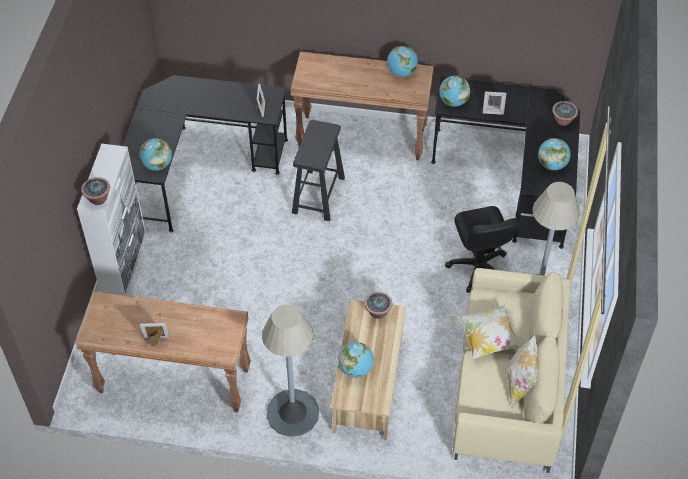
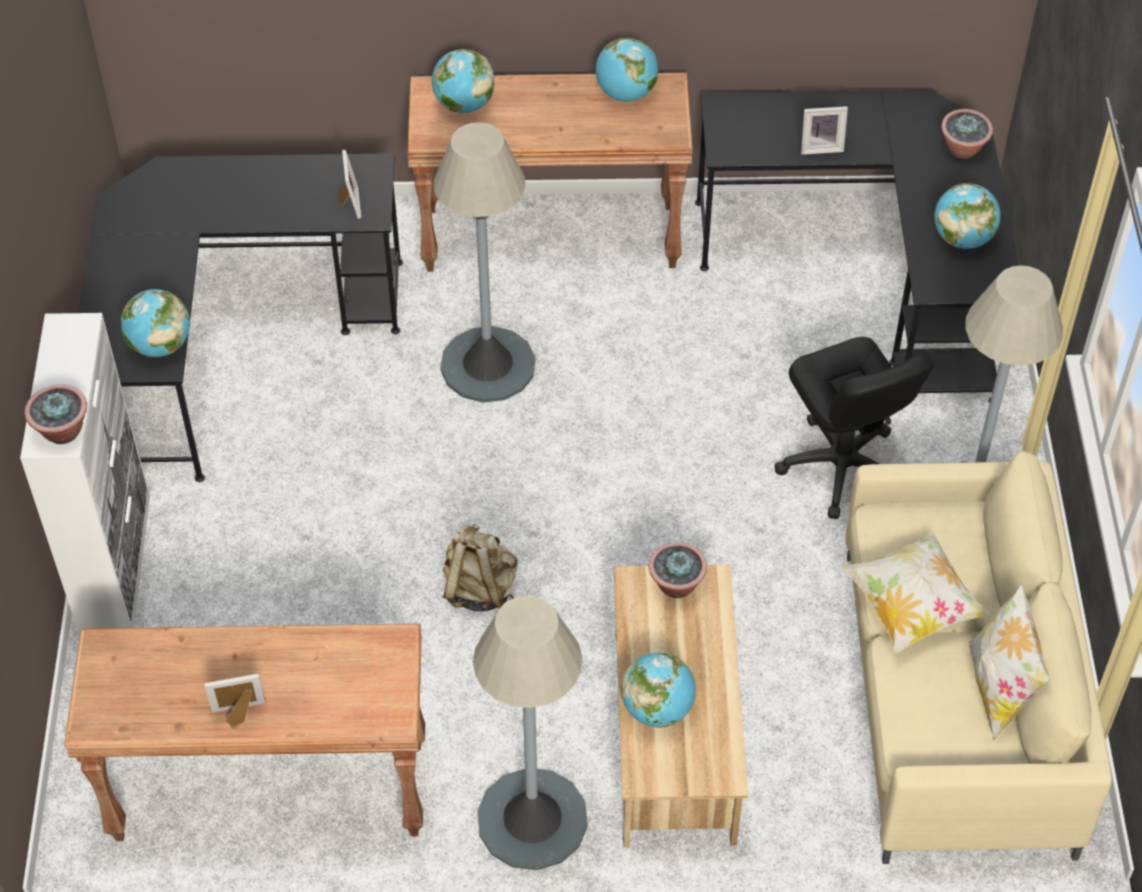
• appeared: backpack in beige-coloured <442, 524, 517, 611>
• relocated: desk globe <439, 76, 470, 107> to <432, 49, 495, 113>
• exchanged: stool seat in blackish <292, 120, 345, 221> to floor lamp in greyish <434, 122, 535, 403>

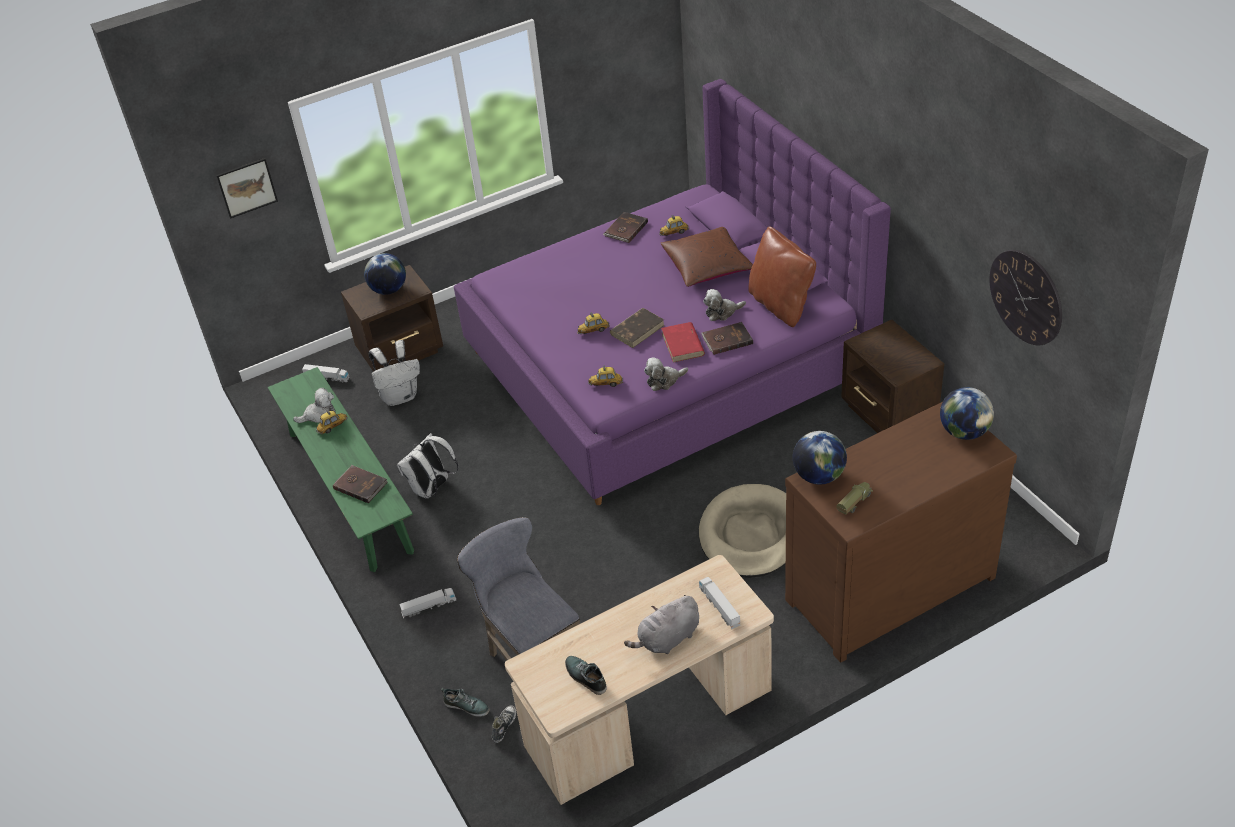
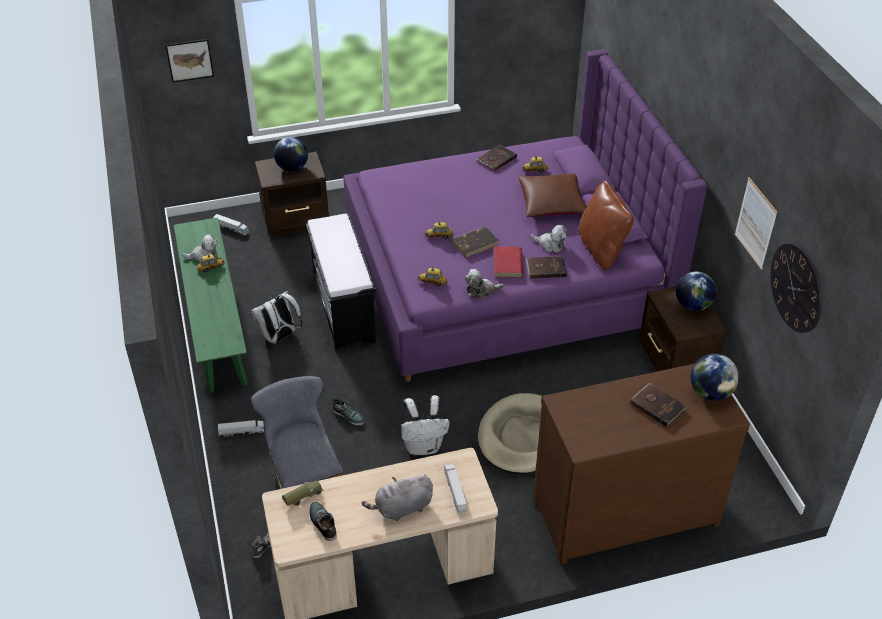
• appeared: bench in blackish <306, 213, 376, 351>
• appeared: wall art <735, 177, 778, 270>
• relocated: book in brownish <333, 465, 388, 503> to <630, 382, 686, 427>
• relocated: backpack in white-coloured <368, 340, 420, 406> to <401, 395, 450, 455>
• relocated: item of footwear <441, 688, 490, 717> to <332, 397, 365, 426>
• relocated: desk globe <793, 431, 847, 485> to <676, 271, 717, 311>
• relocated: toy lorry <836, 482, 873, 515> to <282, 481, 323, 506>
• spun: soft toy <703, 289, 746, 321> = <531, 225, 567, 252> 150 degrees counterclockwise

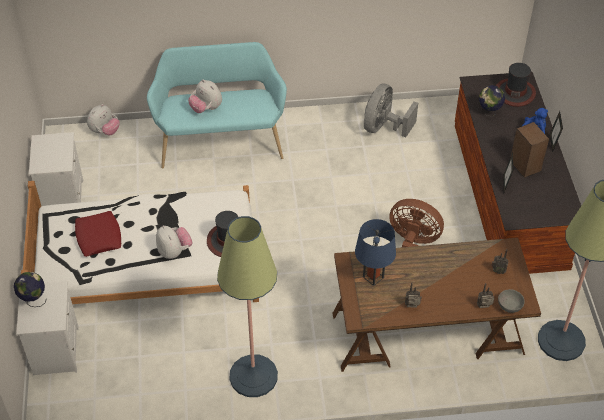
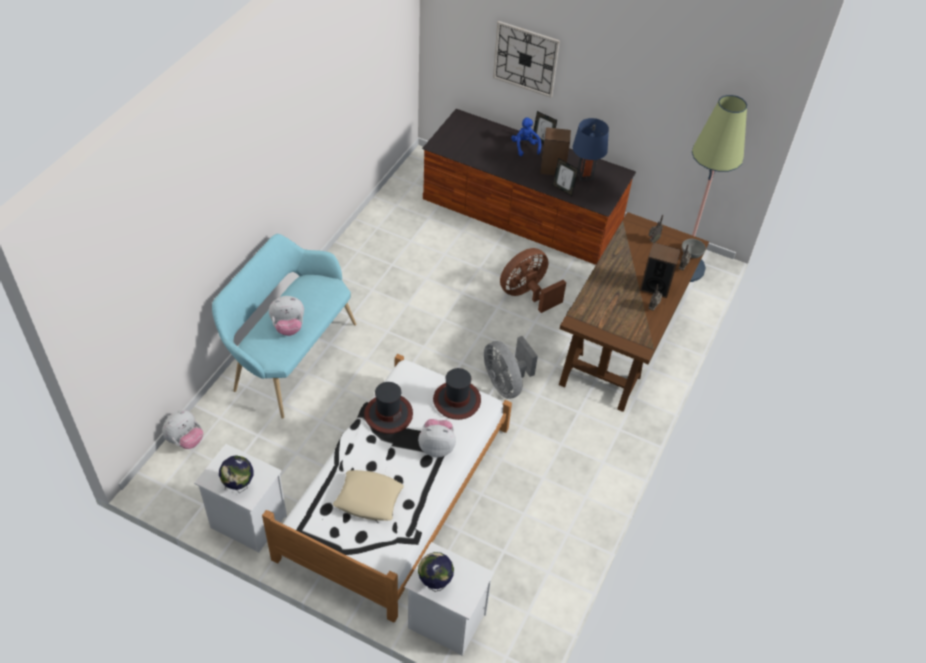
• missing: floor lamp <217, 216, 278, 397>
• appeared: wall clock <493, 21, 560, 98>
• appeared: speaker <640, 242, 681, 298>
• relocated: lamp for a table in bluish <355, 219, 396, 286> to <572, 118, 609, 181>
• relocated: fan in greyish <364, 83, 418, 137> to <484, 336, 538, 399>
• relocated: desk globe <479, 85, 505, 117> to <219, 455, 253, 493>
• relocated: hat <496, 63, 536, 107> to <364, 382, 413, 434>
• colour: cushion in red-coloured <75, 211, 121, 257> to cushion in beige-coloured <333, 470, 404, 521>
• spun: soft toy <87, 104, 120, 135> = <162, 410, 203, 449> 60 degrees clockwise

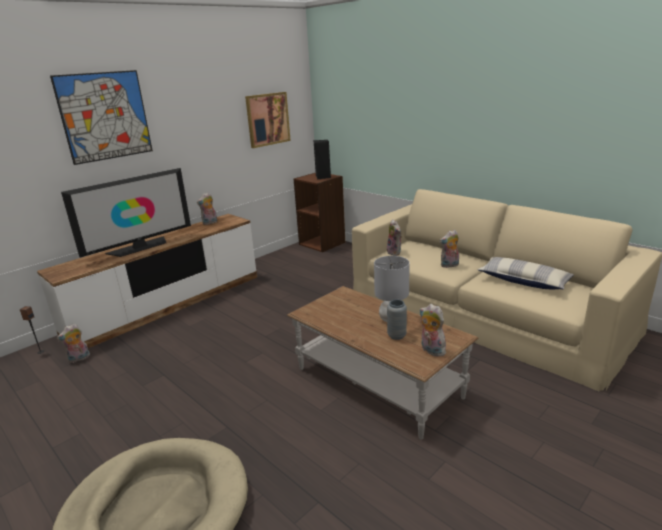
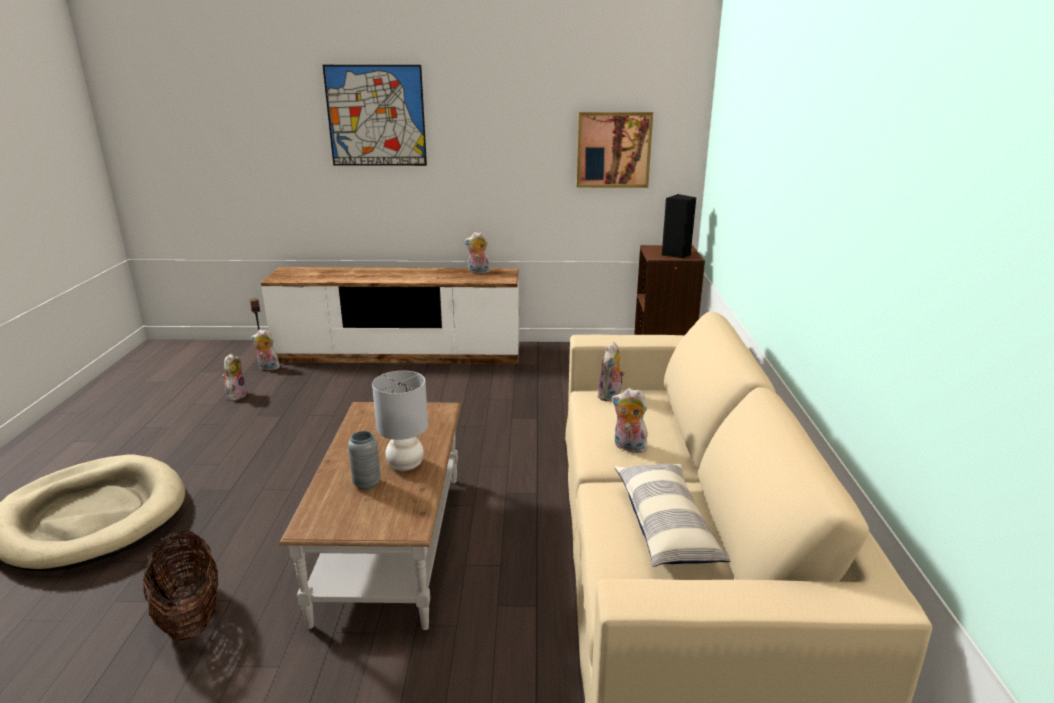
• missing: television <61, 168, 191, 258>
• appeared: household basket <143, 530, 218, 641>
• relocated: soft toy <419, 304, 446, 357> to <222, 353, 247, 401>

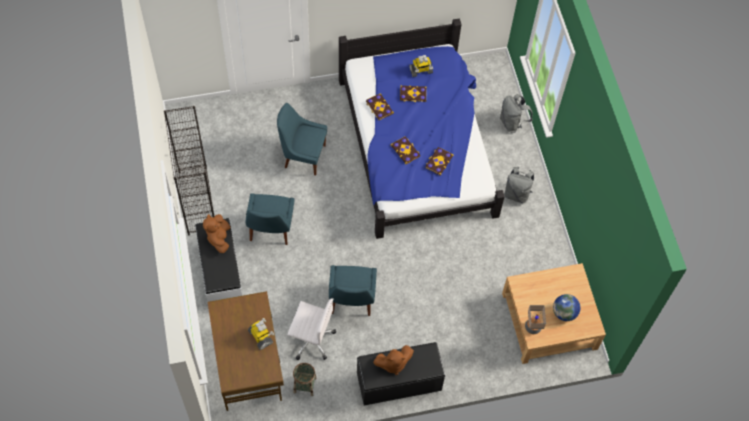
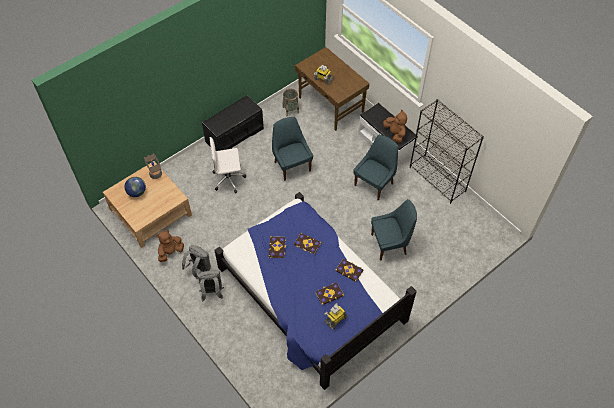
• relocated: computer chair in white-coloured <287, 298, 336, 360> to <209, 137, 246, 193>
• relocated: soft toy in brownish <373, 345, 414, 375> to <156, 230, 184, 262>
• relocated: backpack in greyish <500, 94, 533, 133> to <182, 245, 211, 279>
• spun: chair in bluish <246, 193, 295, 245> = <353, 135, 398, 201> 60 degrees clockwise

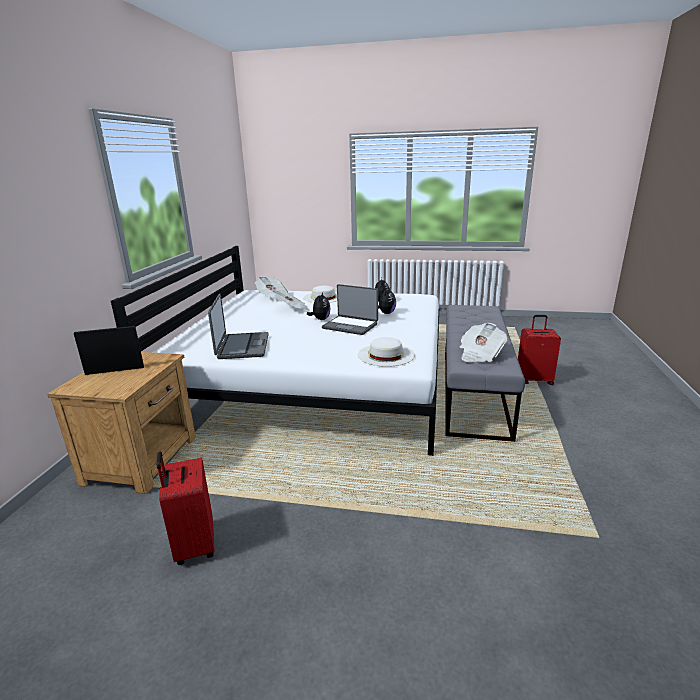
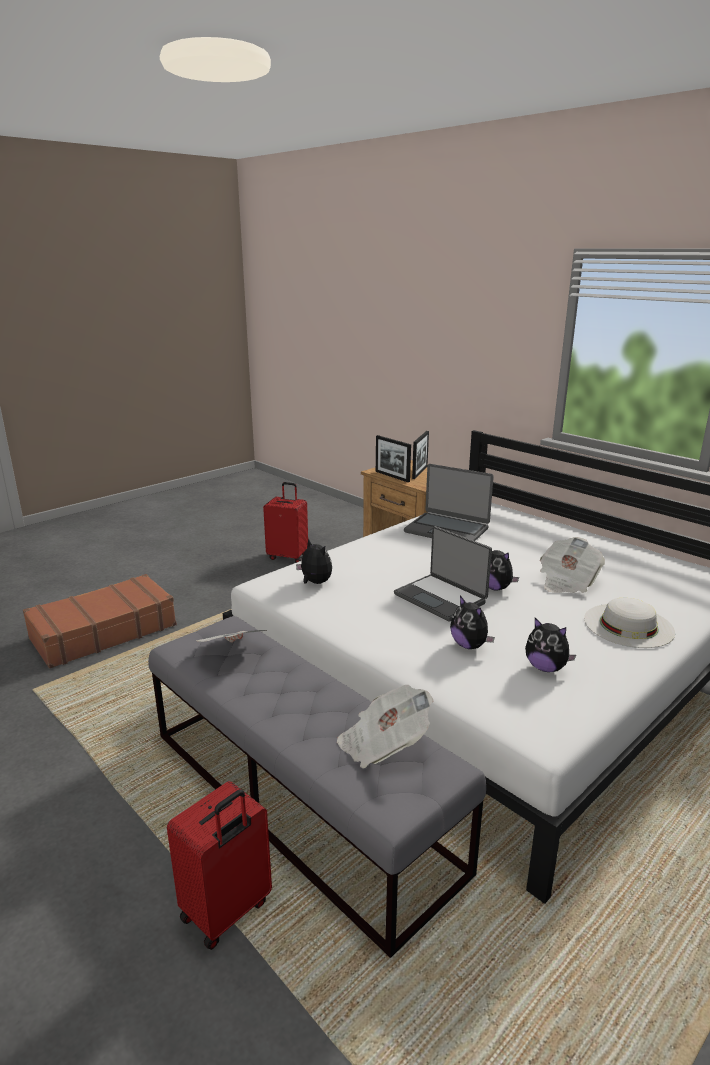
• appeared: piece of luggage in brownish <23, 574, 177, 669>
• appeared: photo frame <376, 435, 411, 482>
• relocated: newspaper <255, 276, 289, 302> to <337, 685, 433, 768>
• exchanged: hat in white-coloured <358, 337, 415, 367> to soft toy <296, 539, 332, 584>
• spun: laptop <322, 284, 378, 335> = <394, 526, 492, 622> 105 degrees counterclockwise

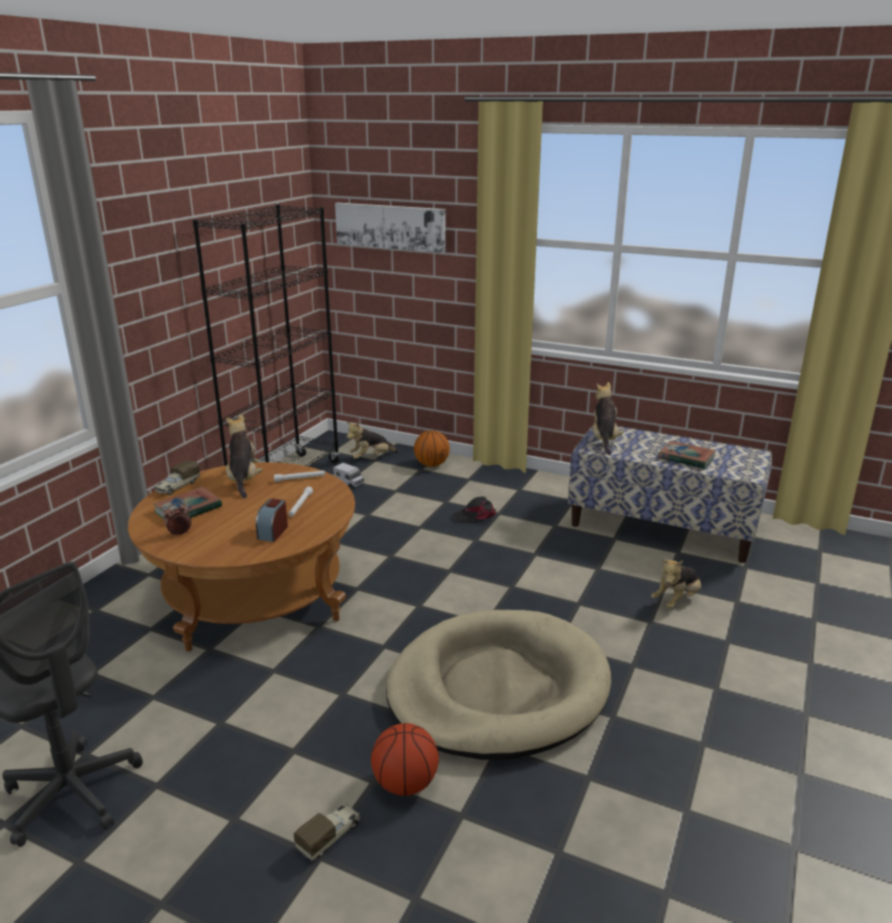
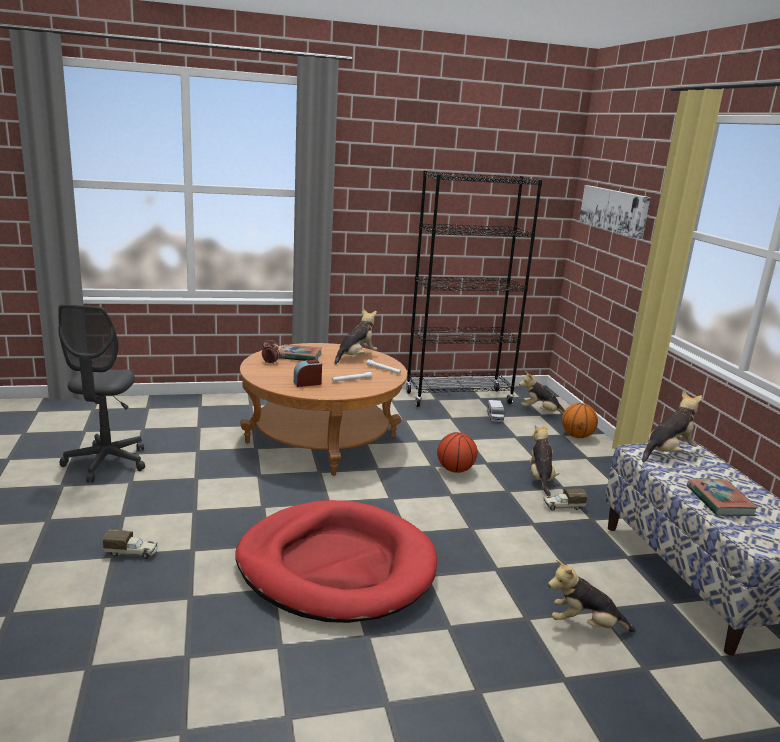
• relocated: toy lorry <155, 460, 200, 495> to <543, 488, 587, 510>
• relocated: basketball ball <371, 723, 439, 796> to <437, 432, 478, 473>
• exchanged: cap in blackish <452, 497, 496, 524> to soft toy <529, 424, 560, 497>
• colour: pet bed in beige-coloured <386, 610, 611, 760> to pet bed in red-coloured <236, 500, 437, 623>

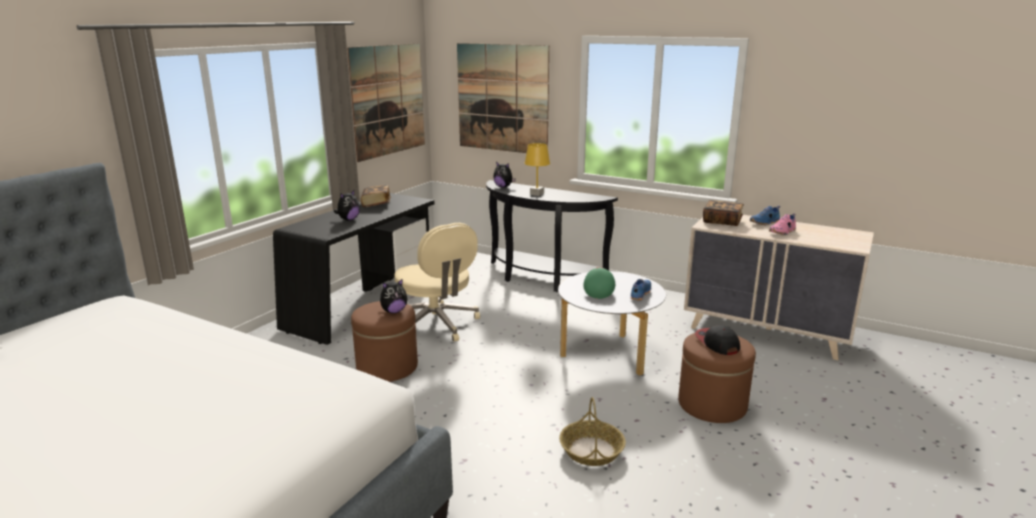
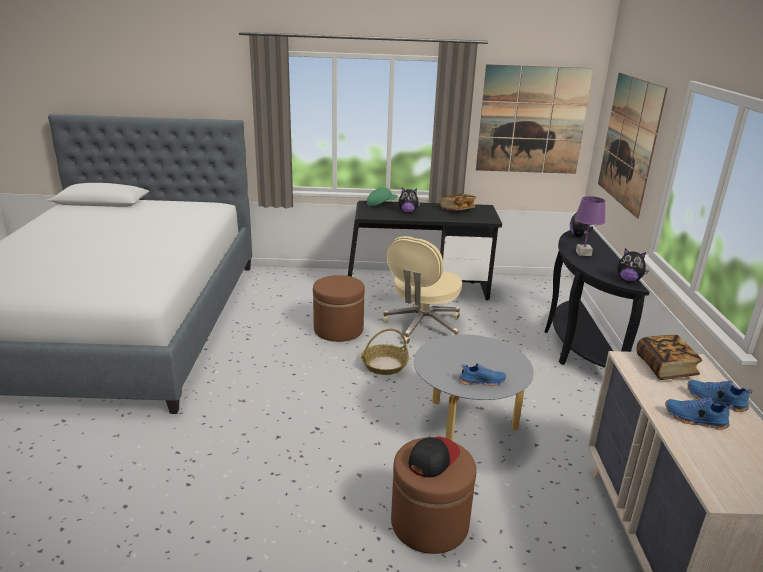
• relocated: soft toy <380, 278, 407, 313> to <618, 248, 649, 282>
• relocated: household basket <559, 397, 626, 466> to <361, 329, 409, 375>
• relocated: cap in green-coloured <583, 267, 615, 299> to <367, 187, 398, 206>
• colour: lamp for a table in yellow-coloured <525, 143, 550, 196> to lamp for a table in purple <575, 196, 605, 256>
• colour: item of footwear in pink <769, 213, 796, 235> to item of footwear in bluish <665, 398, 733, 430>

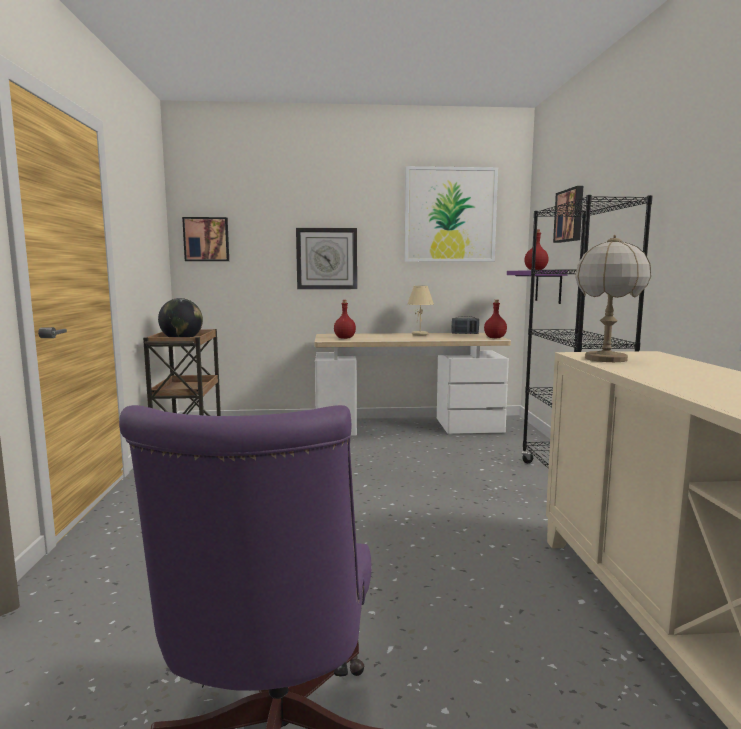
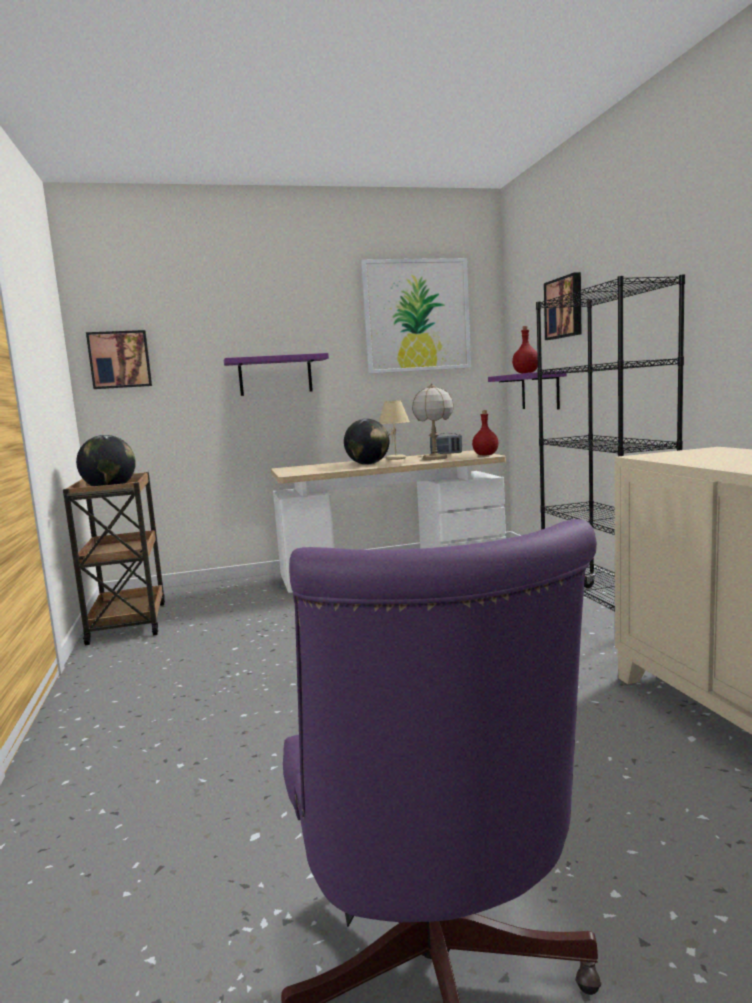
• missing: beverage bottle in red-coloured <334, 300, 356, 339>
• appeared: desk globe <344, 419, 389, 465>
• relocated: lamp for a table <575, 235, 651, 362> to <412, 383, 454, 460>
• exchanged: wall clock <296, 228, 357, 289> to shelf in purple <224, 353, 329, 396>

